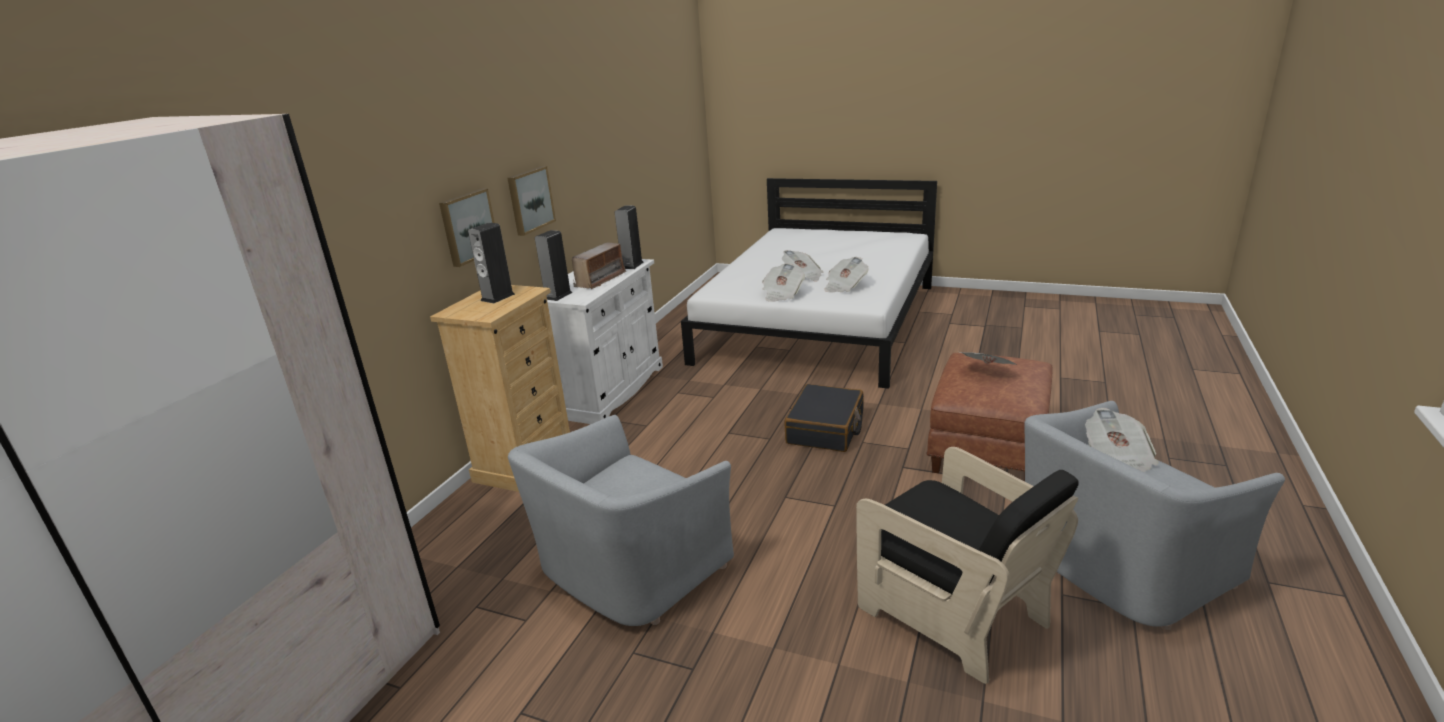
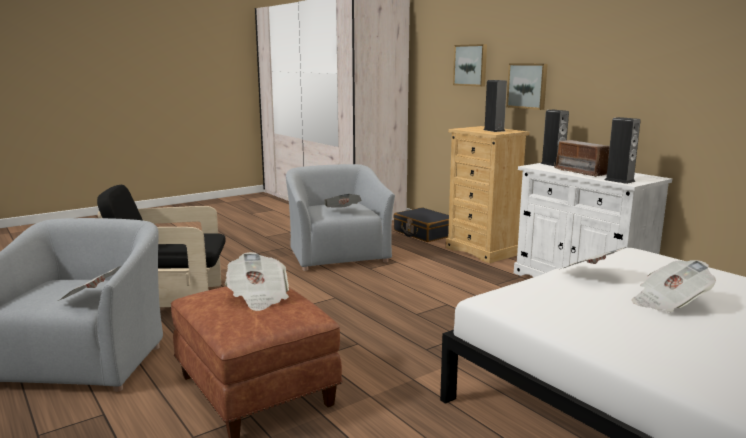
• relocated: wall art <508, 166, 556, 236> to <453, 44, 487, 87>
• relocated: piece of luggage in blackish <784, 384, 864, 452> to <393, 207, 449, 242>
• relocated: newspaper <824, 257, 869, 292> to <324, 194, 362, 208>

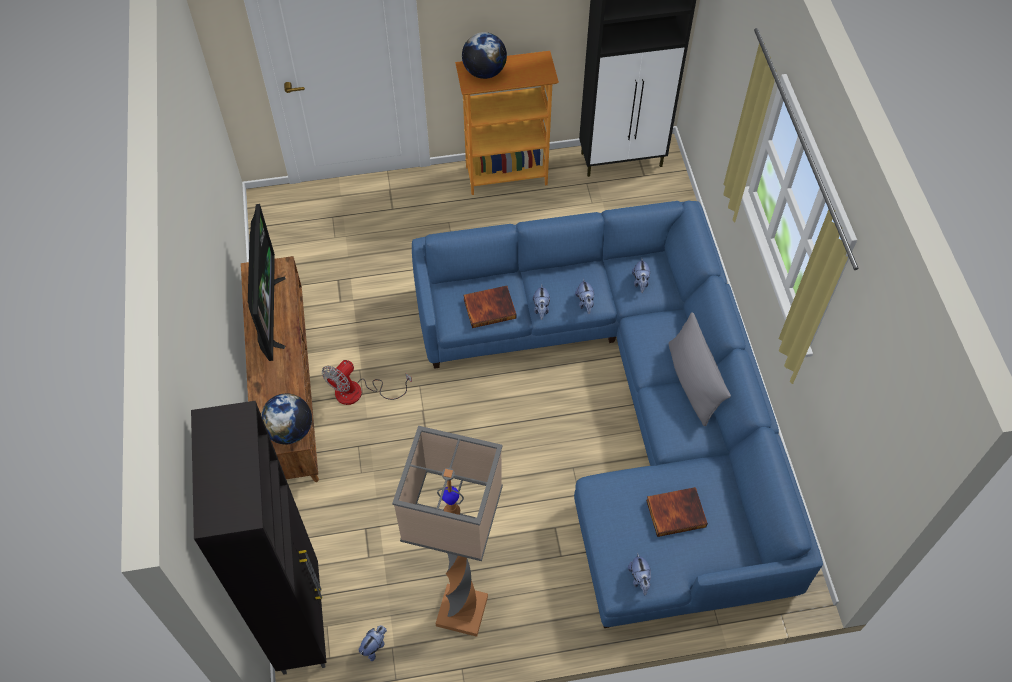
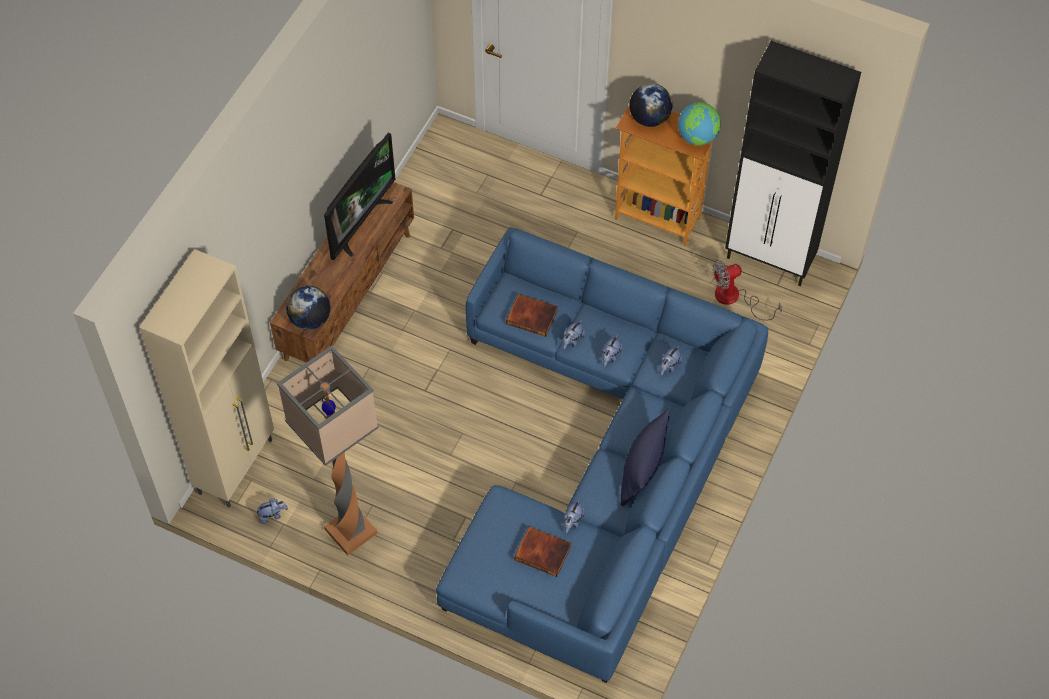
• appeared: desk globe <678, 102, 721, 146>
• relocated: fan <322, 360, 412, 405> to <713, 260, 782, 320>
• relocated: soft toy <628, 552, 651, 595> to <564, 499, 585, 533>
• colour: storage cabinet in blackish <191, 401, 327, 675> to storage cabinet in beige-coloured <139, 249, 274, 508>
• colour: cushion in greyish <669, 312, 731, 426> to cushion in bluish <621, 408, 670, 506>

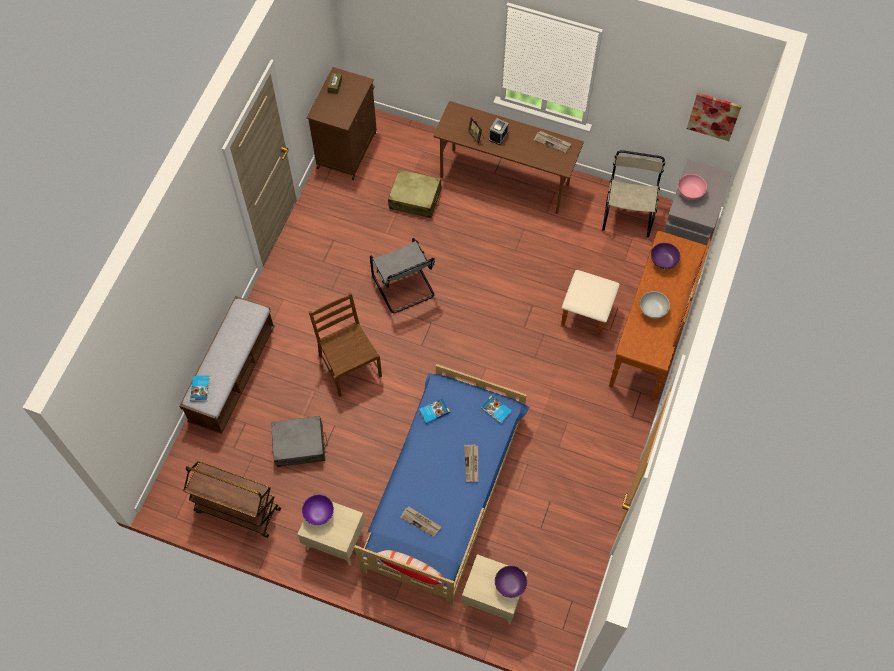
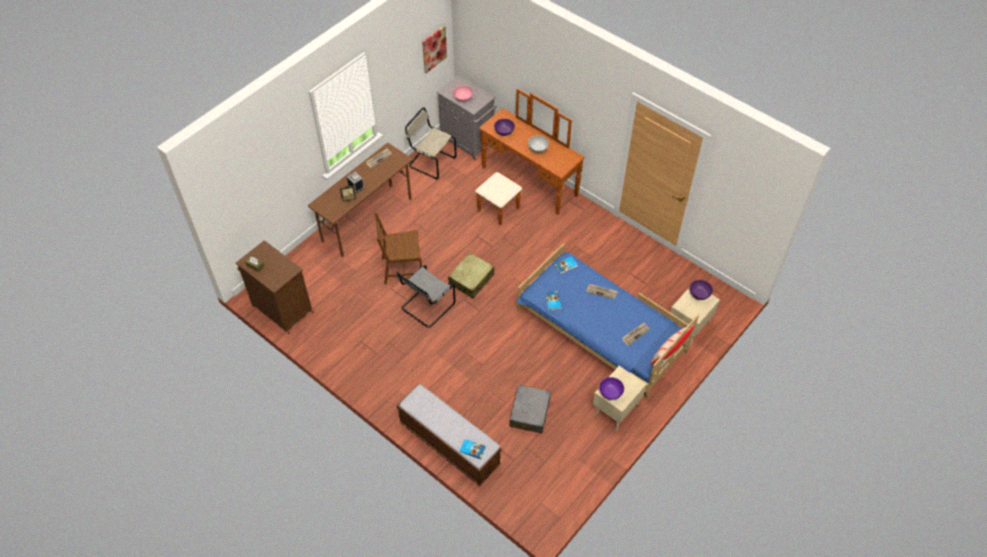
• missing: wheeled cart in brownish <183, 461, 281, 538>
• relocated: chair in brownish <309, 292, 382, 397> to <374, 212, 422, 284>
• relocated: piece of luggage in beige-coloured <388, 169, 441, 218> to <448, 252, 494, 299>
• spun: chair in greyish <370, 238, 435, 313> = <396, 265, 455, 328> 135 degrees clockwise

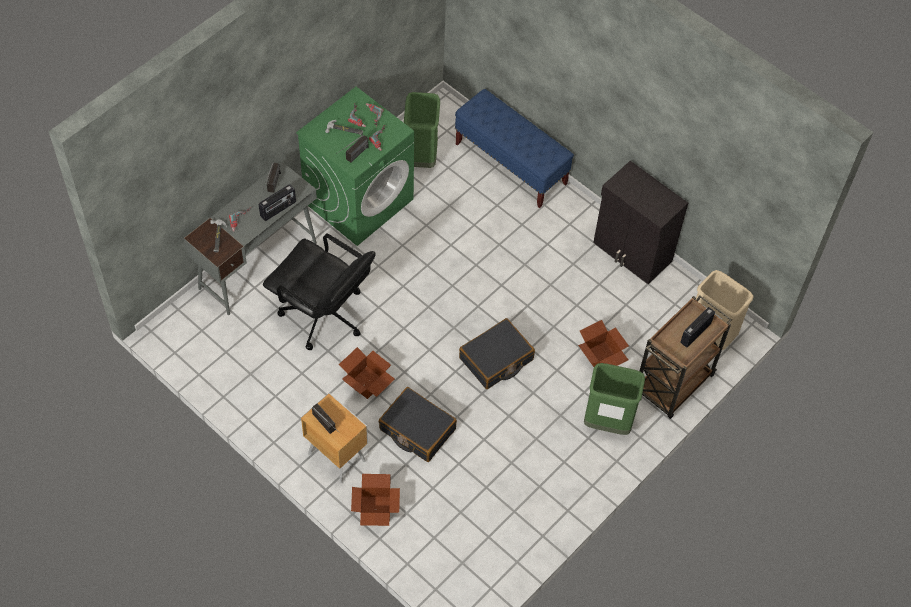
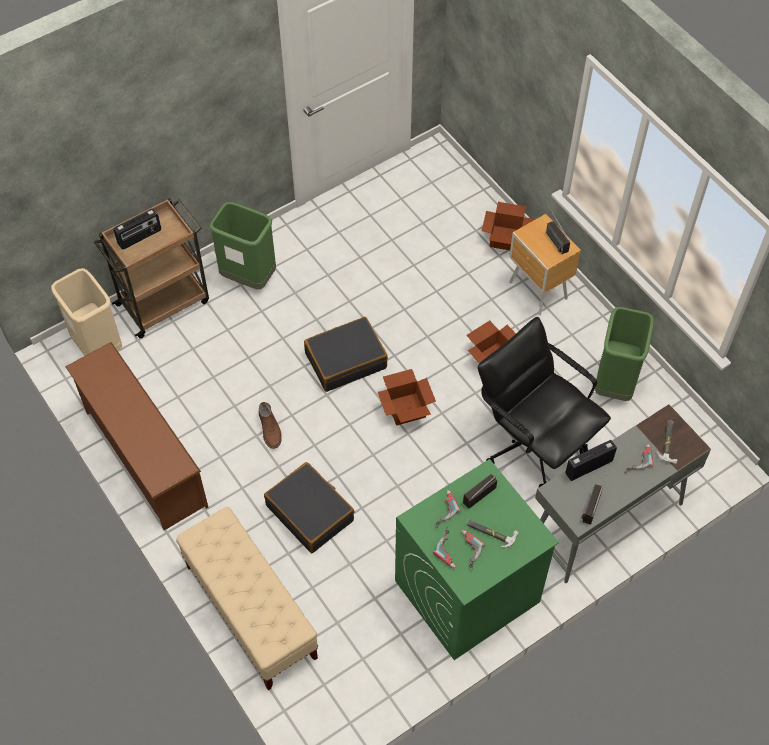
• appeared: boot in brownish <259, 402, 282, 449>
• relocated: piece of luggage in blackish <379, 387, 457, 462> to <264, 462, 354, 553>
• relocated: rubbish bin in green-coloured <404, 92, 440, 168> to <595, 307, 654, 401>
• relocated: packing box <578, 320, 629, 367> to <378, 369, 436, 426>
• exchanged: storage cabinet in blackish <593, 161, 688, 284> to shoe shelf in brownish <65, 342, 208, 530>
• colour: bench in bluish <455, 89, 574, 208> to bench in beige-coloured <176, 507, 318, 690>

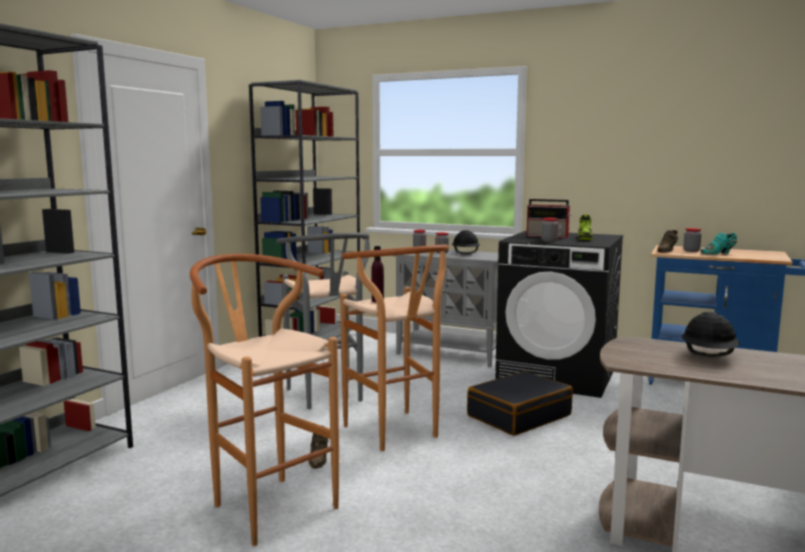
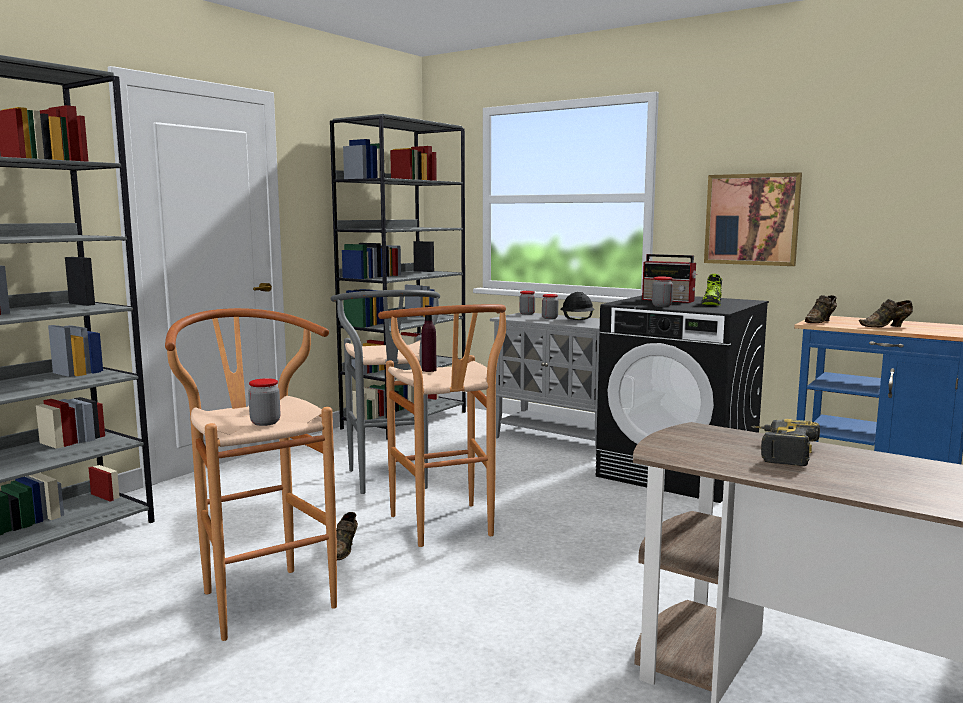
• missing: piece of luggage in blackish <467, 371, 573, 436>
• appeared: wall art <704, 172, 802, 266>
• relocated: storage jar <683, 228, 702, 252> to <248, 378, 281, 426>
• exchanged: work helmet in blackish <681, 312, 740, 357> to electric drill <752, 419, 820, 466>
• colour: item of footwear in turquoise <700, 233, 737, 255> to item of footwear in brownish <859, 299, 913, 327>

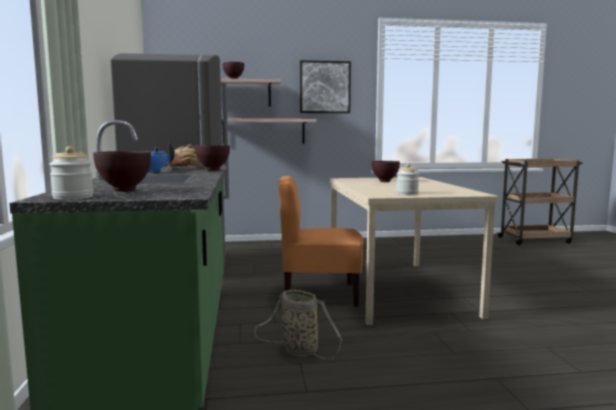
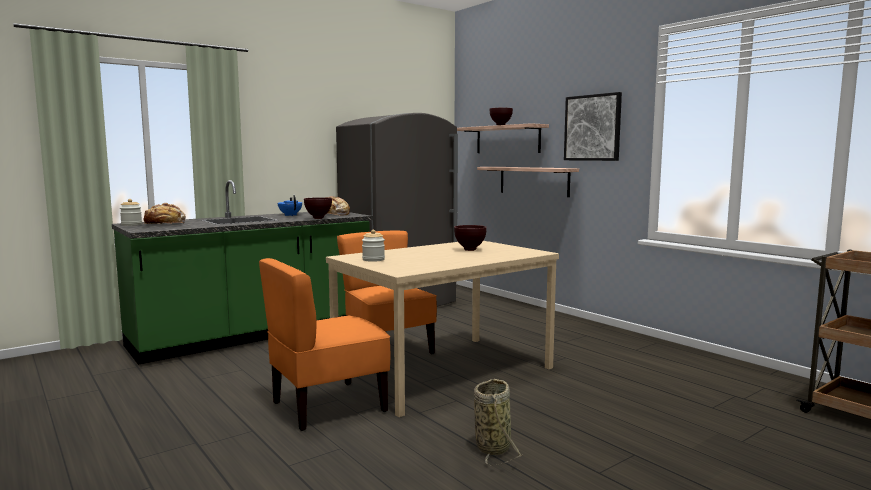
• appeared: chair in orange-coloured <259, 258, 391, 431>
• relocated: household basket <254, 289, 342, 359> to <474, 379, 522, 466>
• exchanged: deep dish in brownish <93, 151, 151, 192> to bread <144, 203, 186, 224>

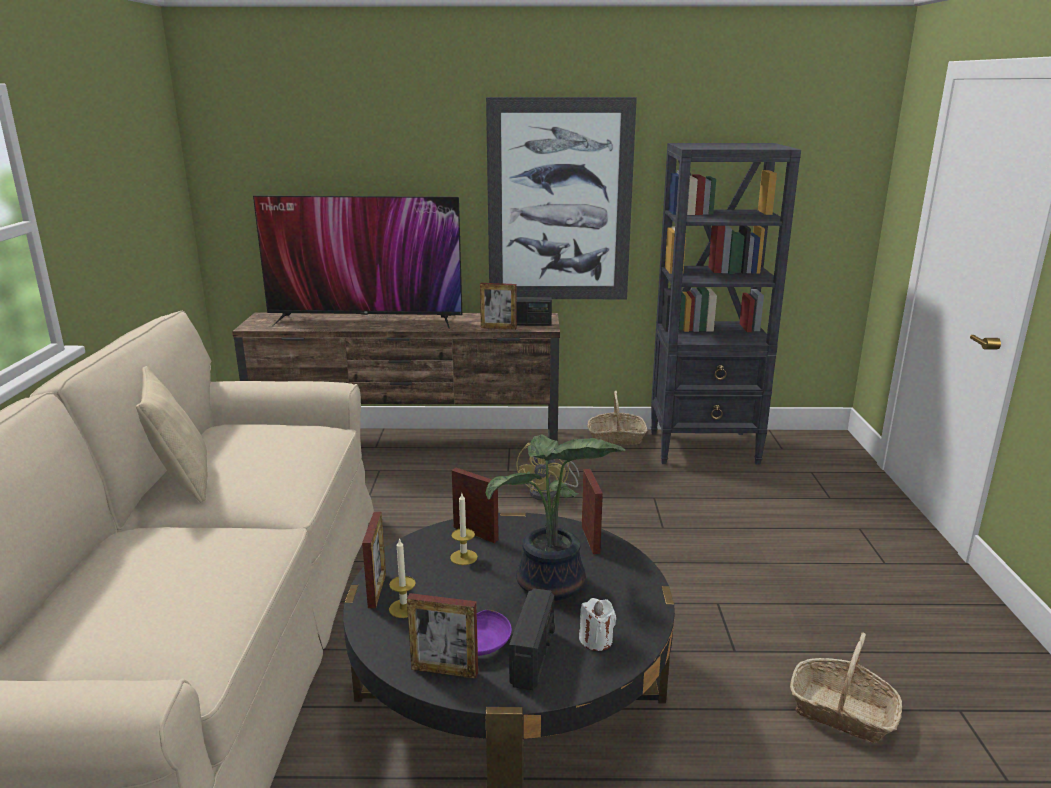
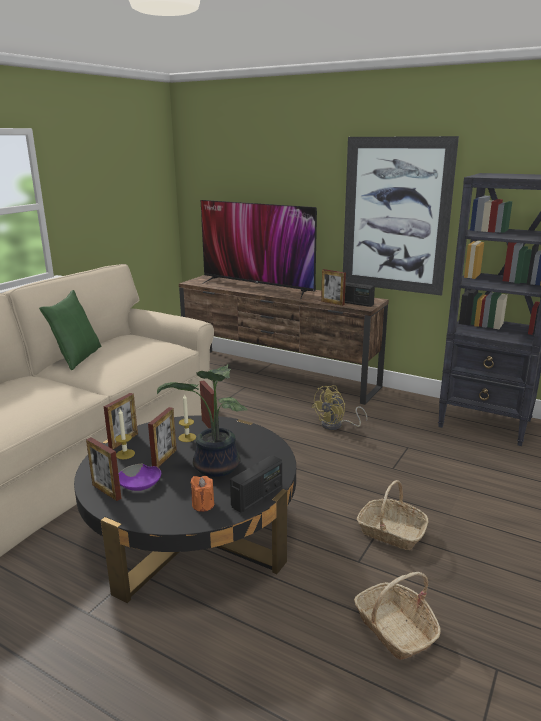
• relocated: radio set <509, 588, 555, 690> to <230, 455, 282, 513>
• relocated: photo frame <582, 469, 603, 554> to <148, 407, 177, 467>
• relocated: household basket <588, 391, 647, 445> to <357, 480, 428, 550>
• colour: cushion in beige-coloured <136, 366, 207, 502> to cushion in green-coloured <39, 290, 101, 370>
• colour: wax light in white-coloured <579, 598, 616, 651> to wax light in orange-coloured <190, 476, 214, 512>

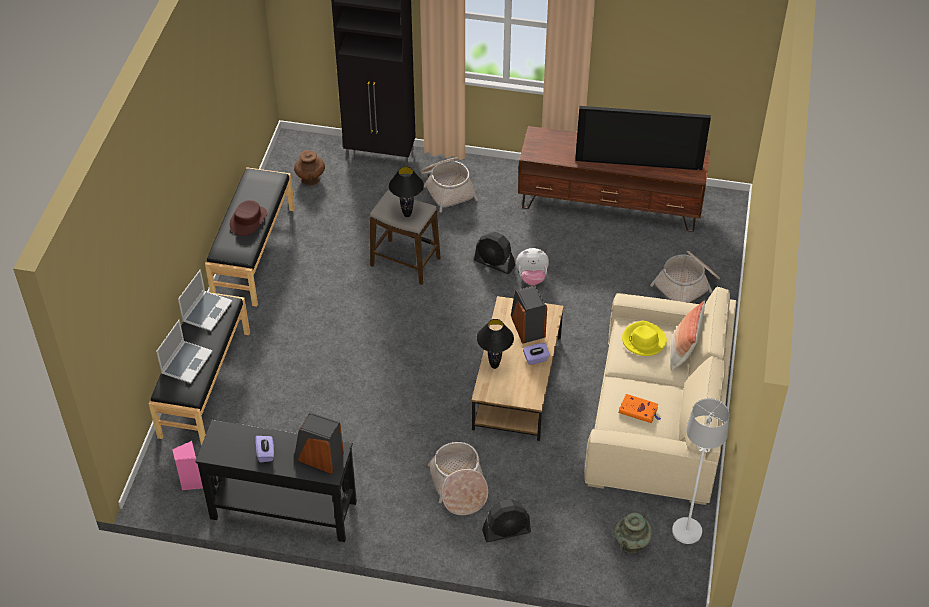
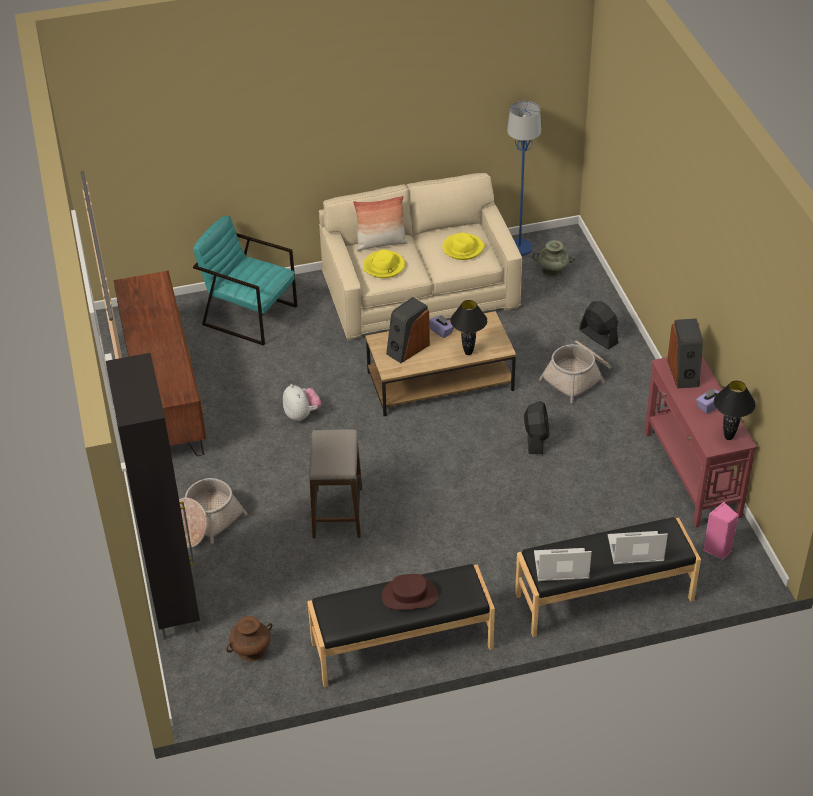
• missing: television <575, 106, 711, 170>
• relocated: lamp for a table in blackish <389, 167, 424, 217> to <714, 381, 755, 440>
• relocated: fan in blackish <474, 232, 515, 274> to <524, 401, 549, 454>
• exchanged: book in orange-coloured <619, 394, 661, 423> to hat in yellow-coloured <442, 232, 485, 260>
• exchanged: household basket <650, 251, 720, 303> to lounge chair in turquoise <193, 216, 297, 346>
• colour: hall table in blackish <195, 420, 357, 542> to hall table in red-coloured <644, 356, 757, 528>
• colour: floor lamp in white-coloured <672, 398, 730, 544> to floor lamp in bluish <507, 101, 541, 256>

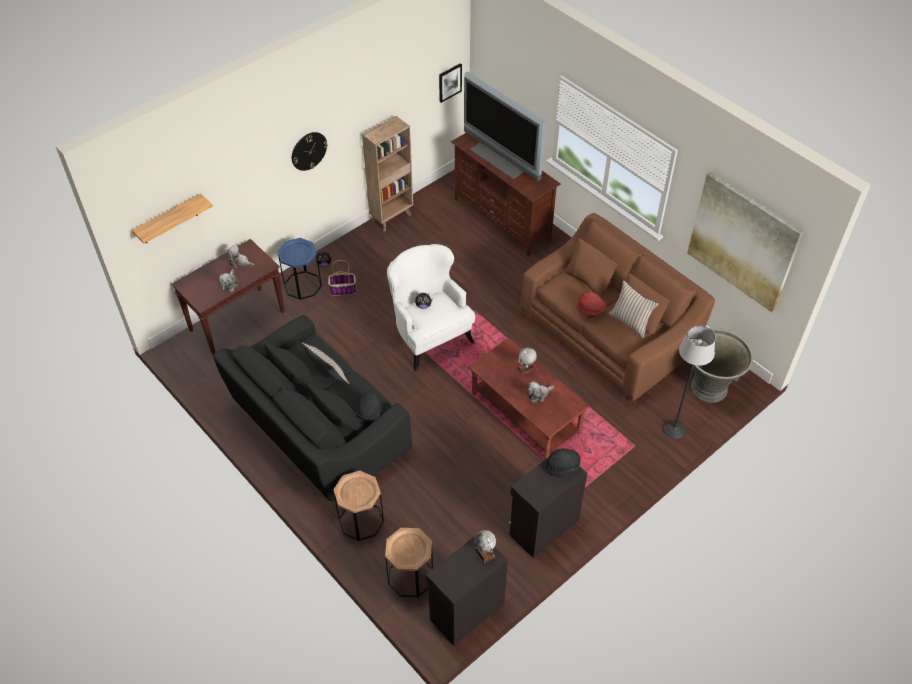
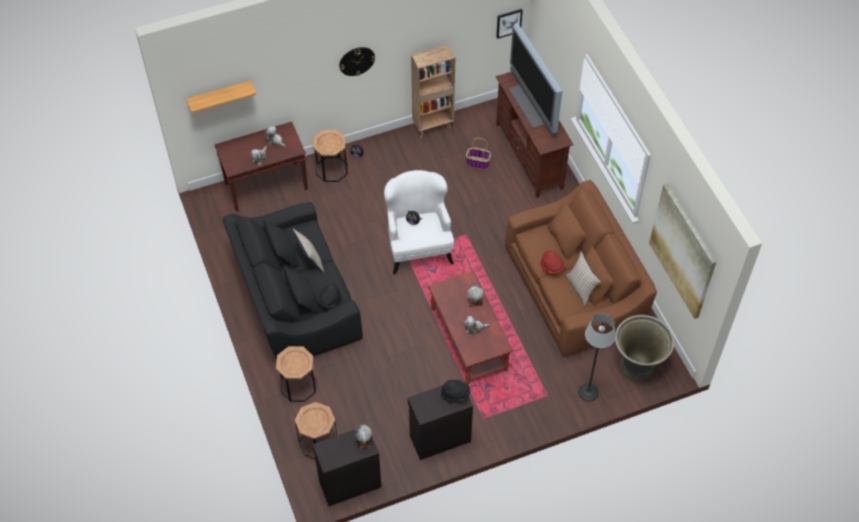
• relocated: household basket <328, 260, 356, 296> to <466, 138, 491, 169>
• colour: end table in bluish <278, 238, 322, 299> to end table in brownish <313, 129, 348, 182>

